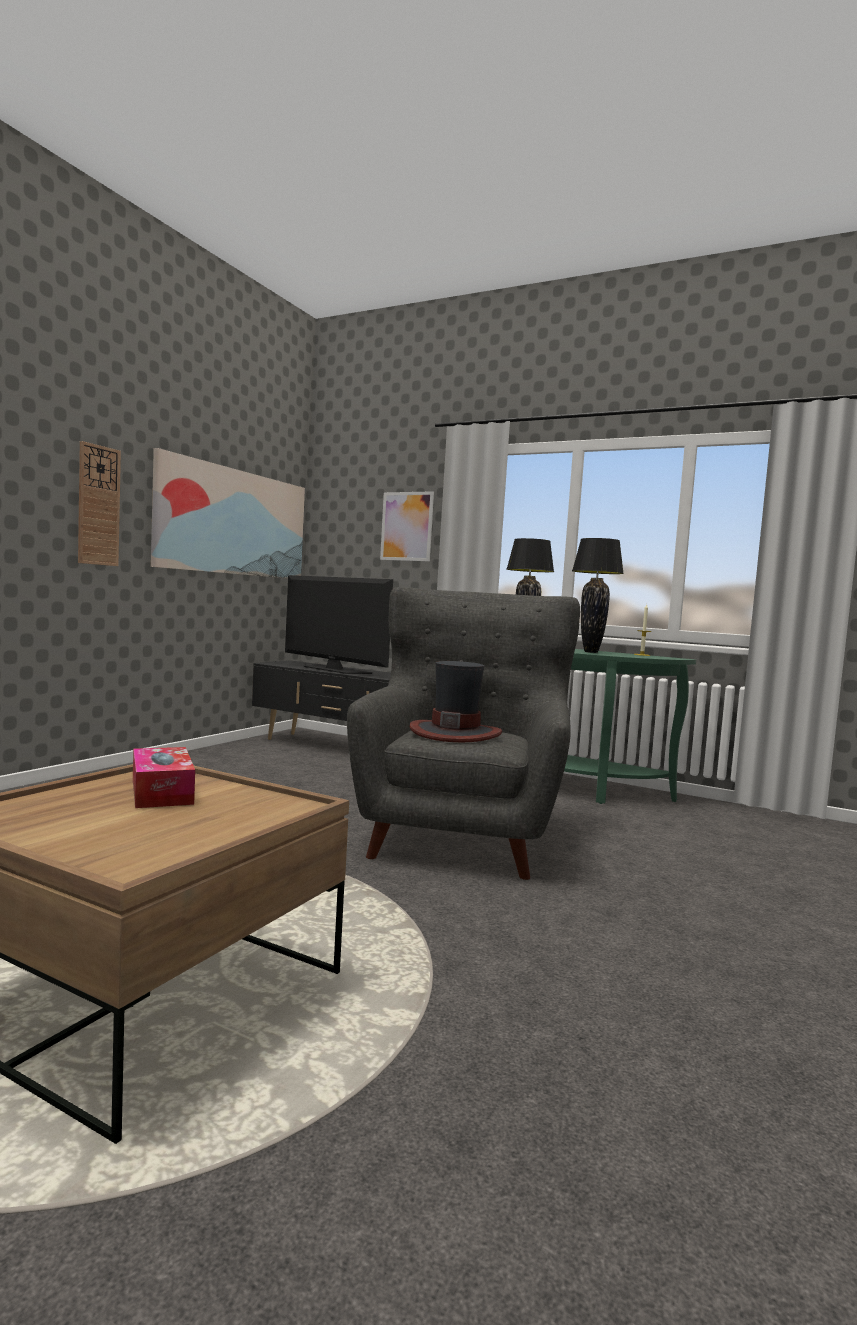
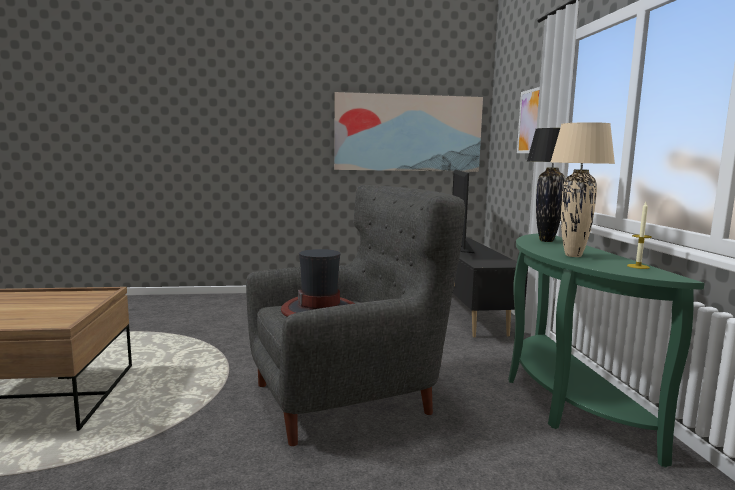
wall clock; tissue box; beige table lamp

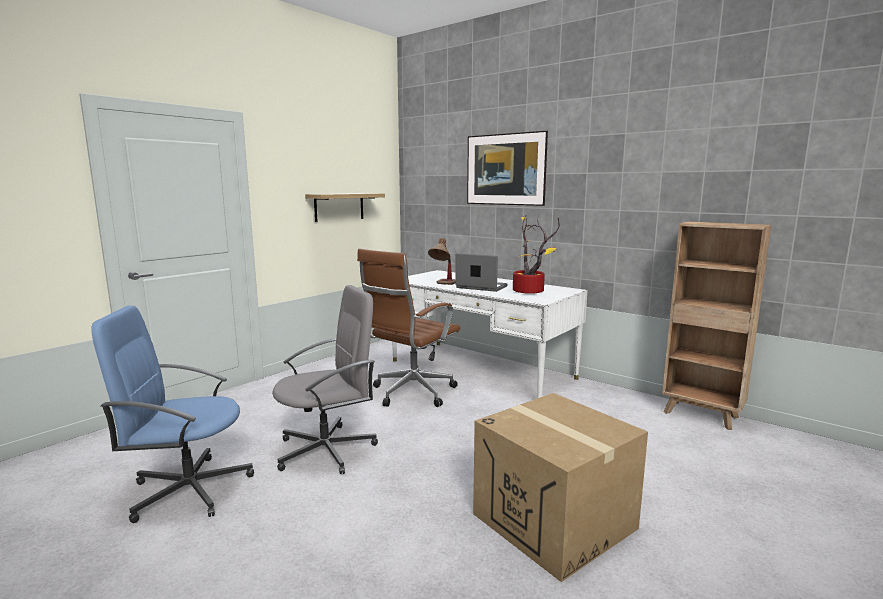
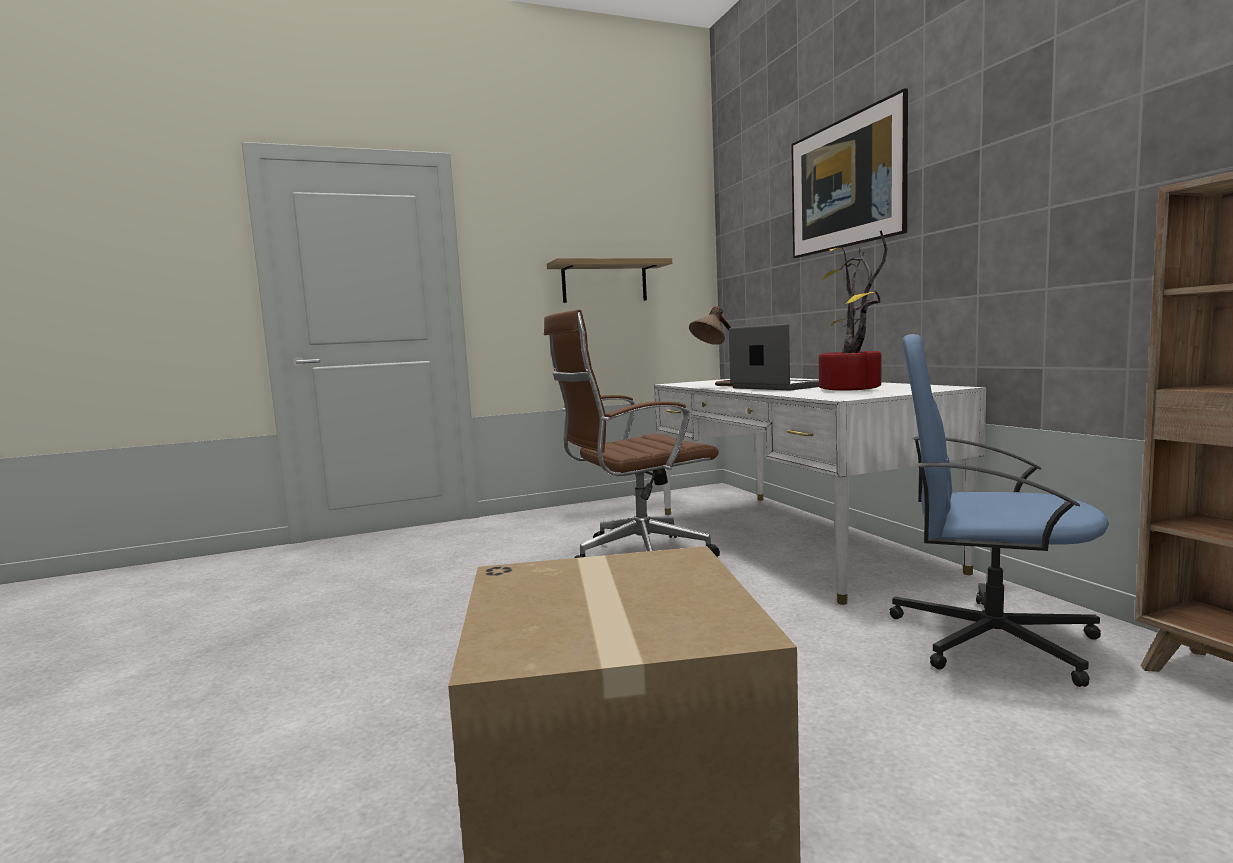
grey office chair; blue office chair

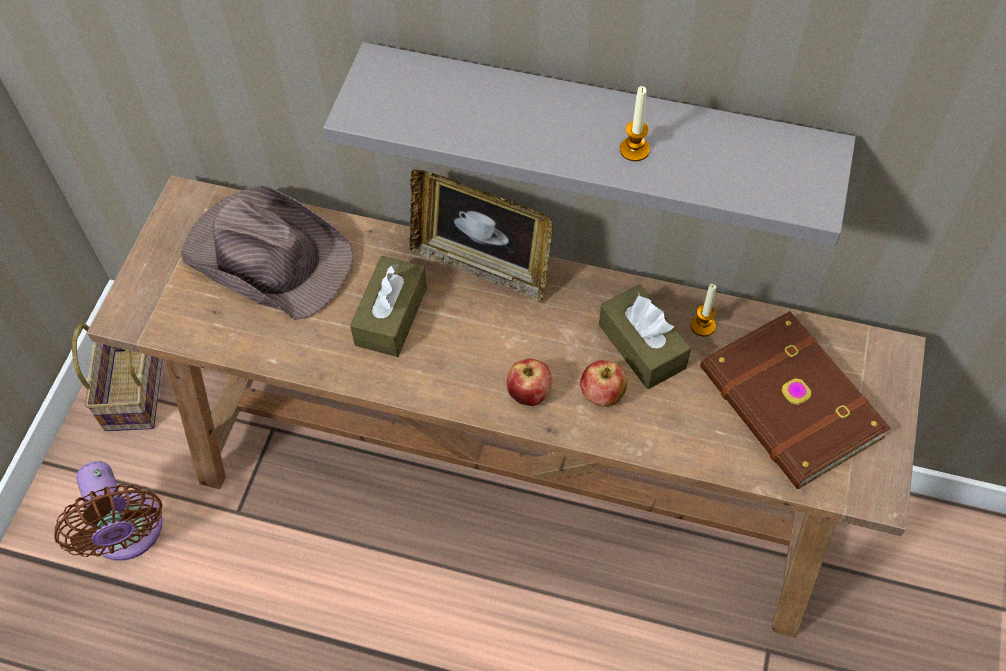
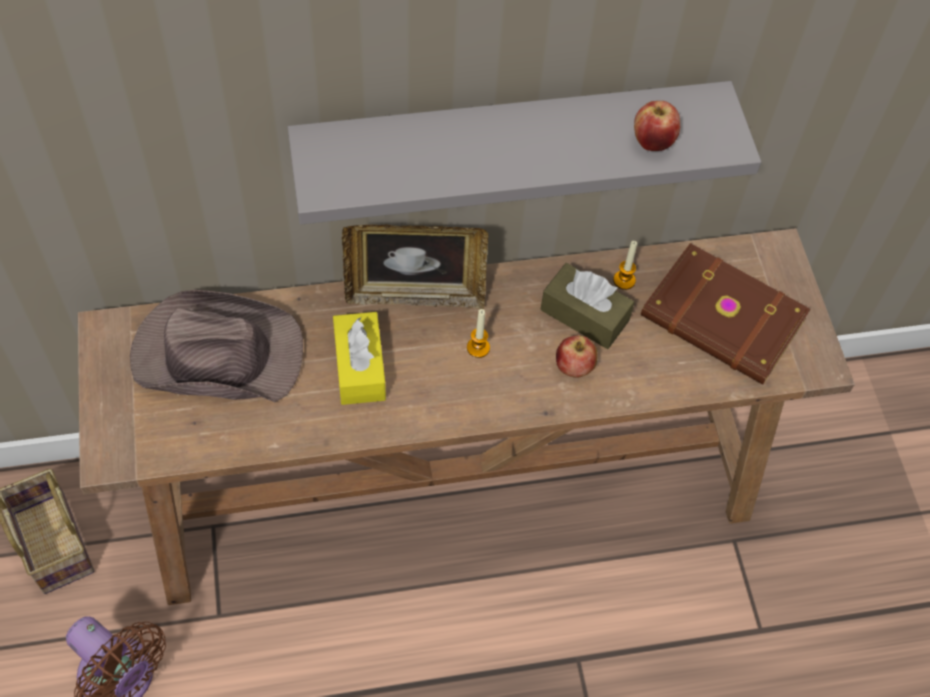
apple (no. 2 from left); candle (no. 1 from left); yellow tissue box

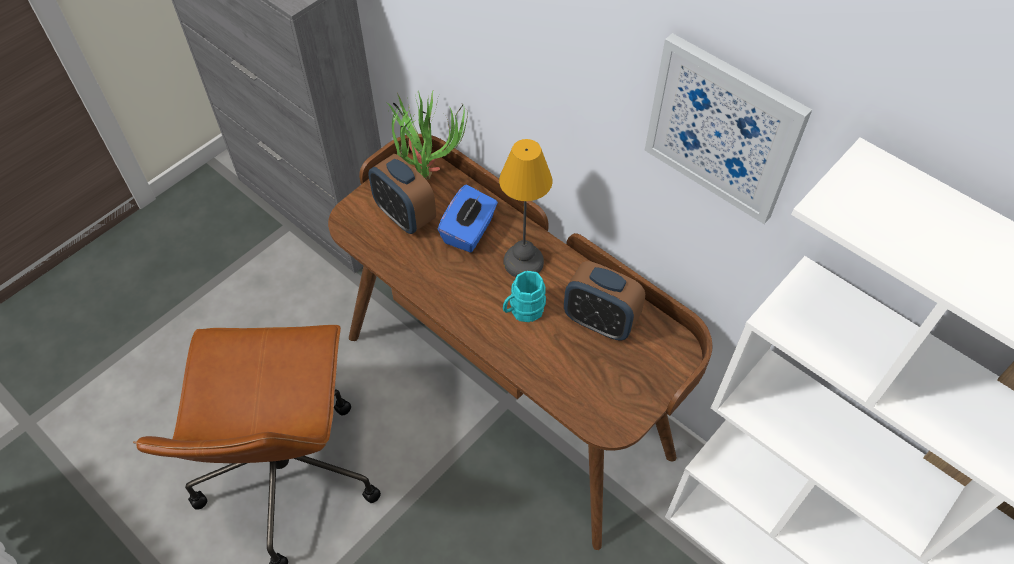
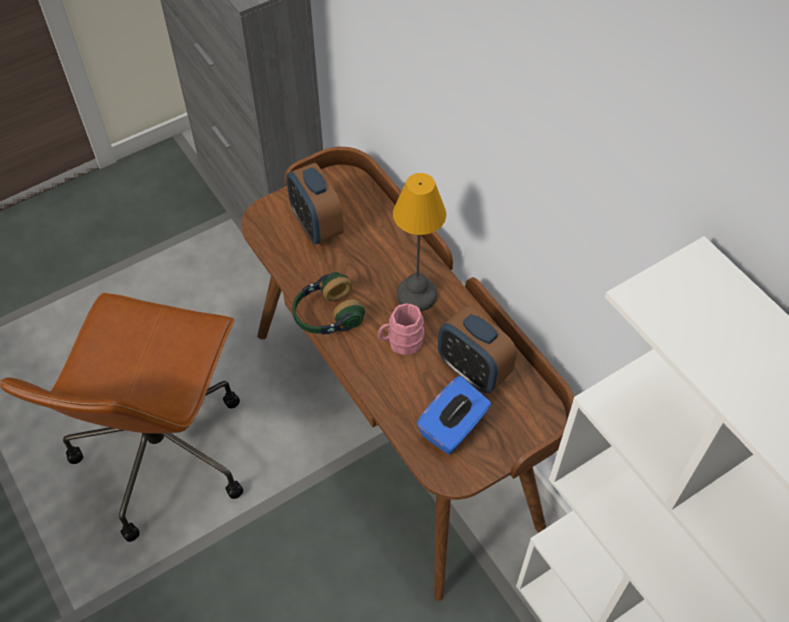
potted plant; picture; headphones; blue tissue box; pink mug

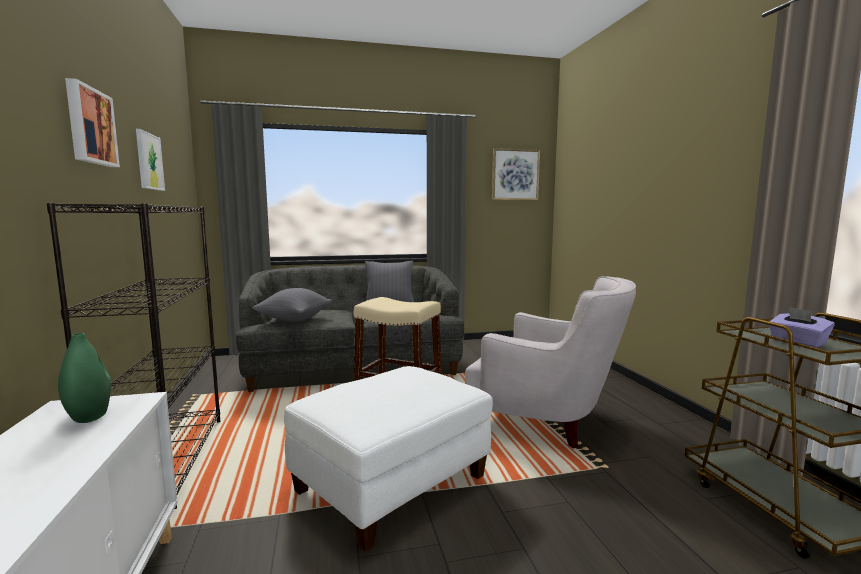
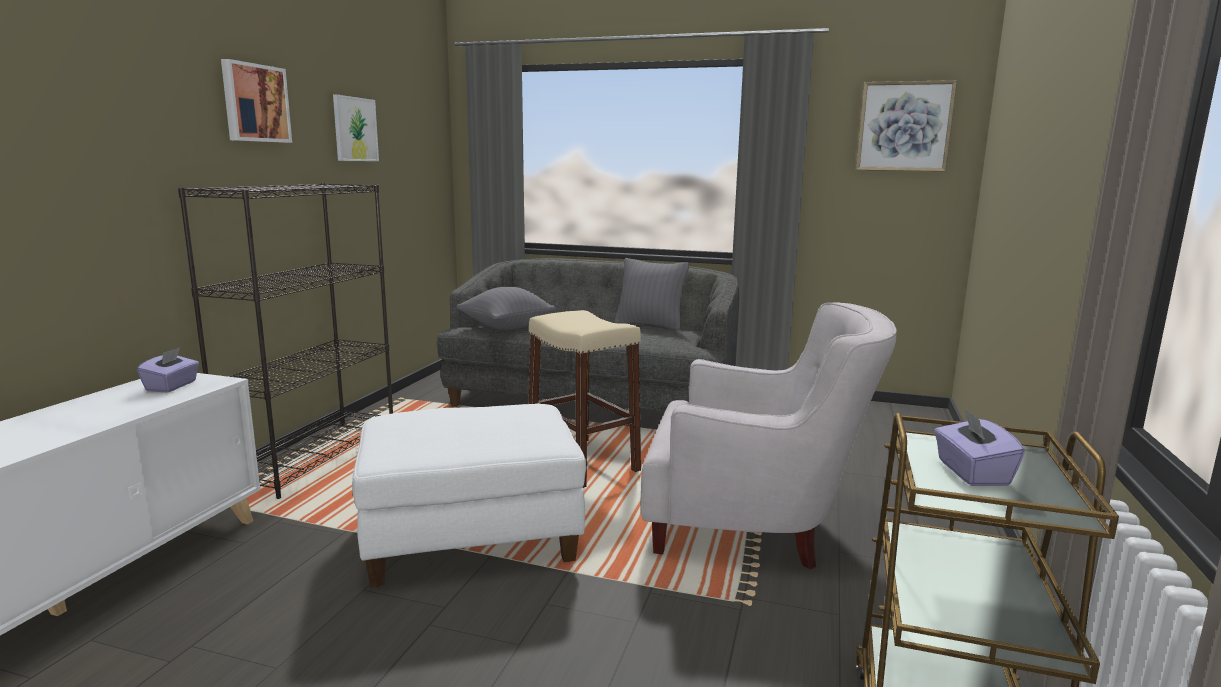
purple tissue box (no. 1 from left); white armchair

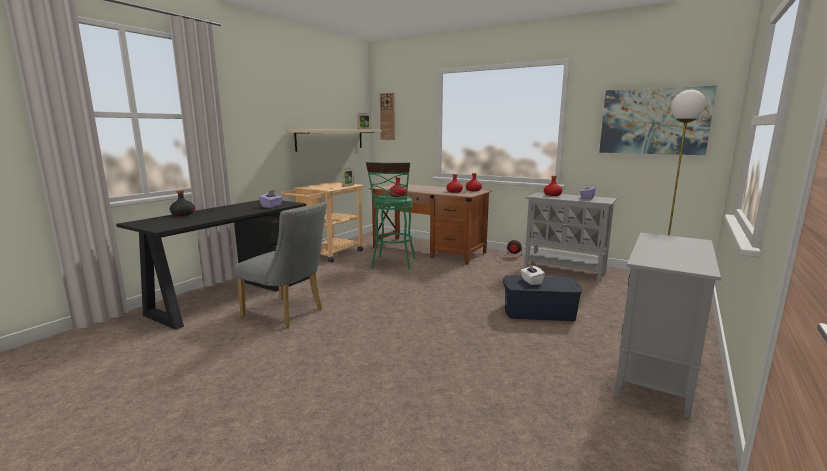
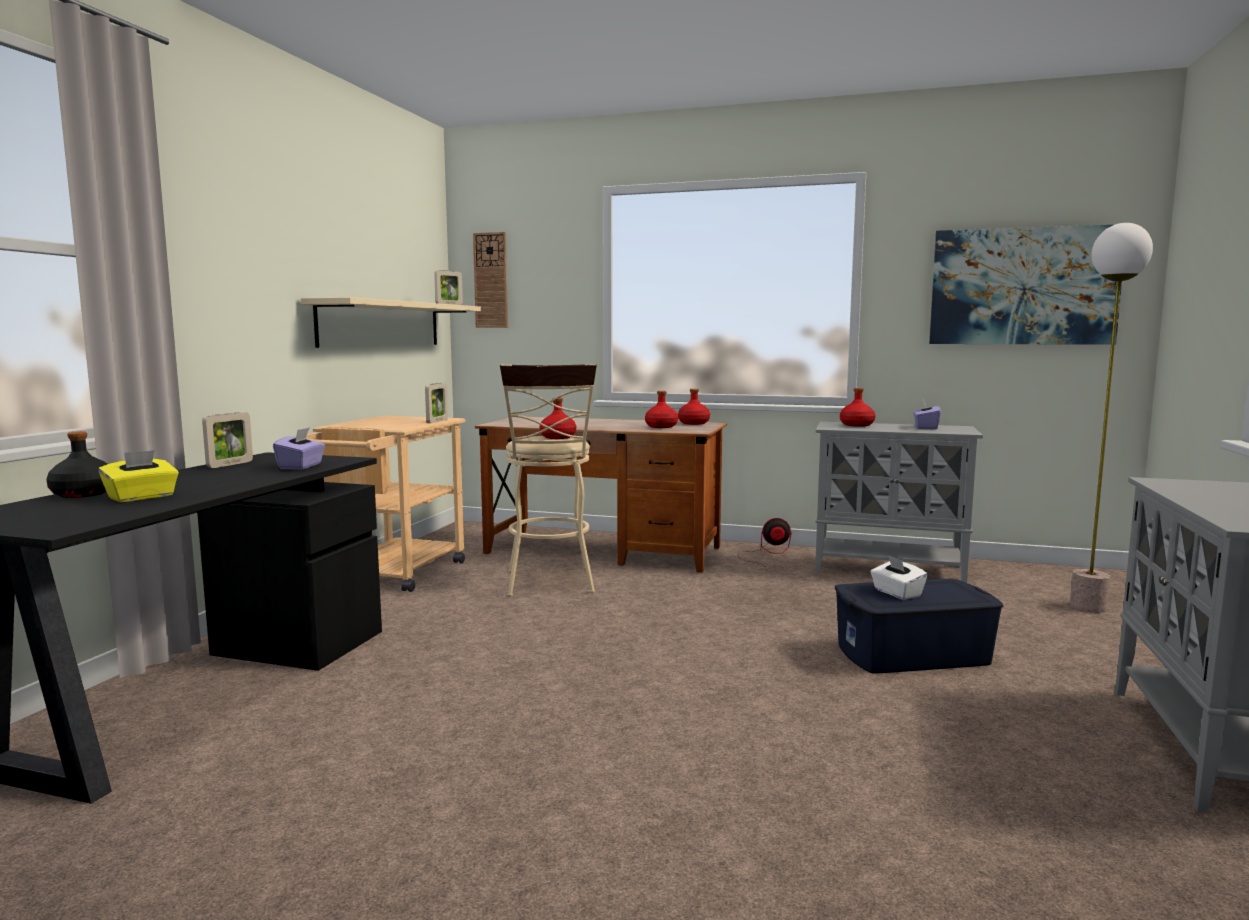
grey chair; yellow tissue box; picture frame (no. 1 from left); beige stool

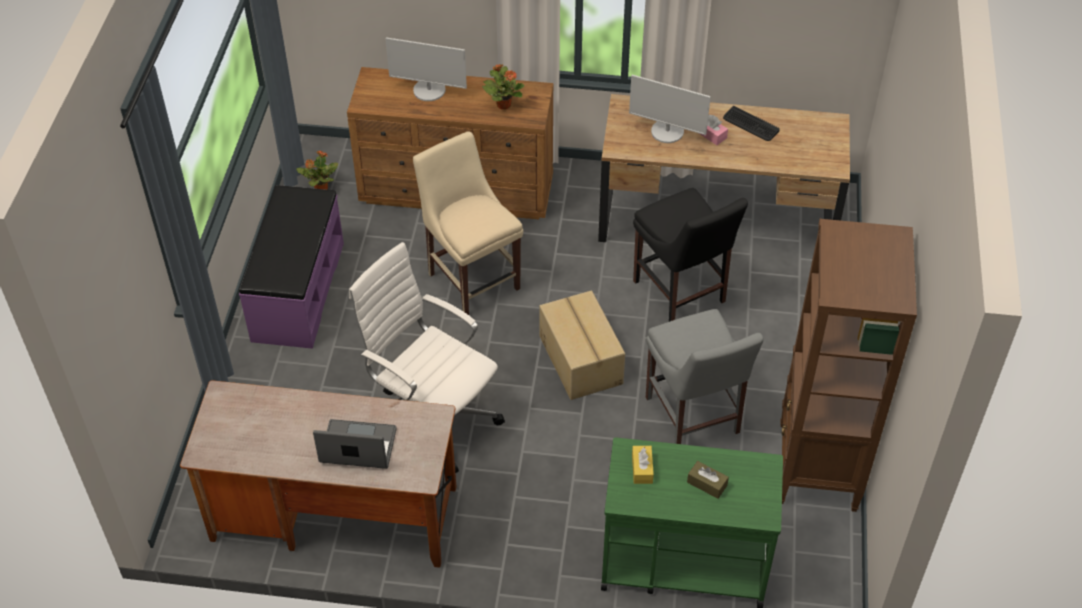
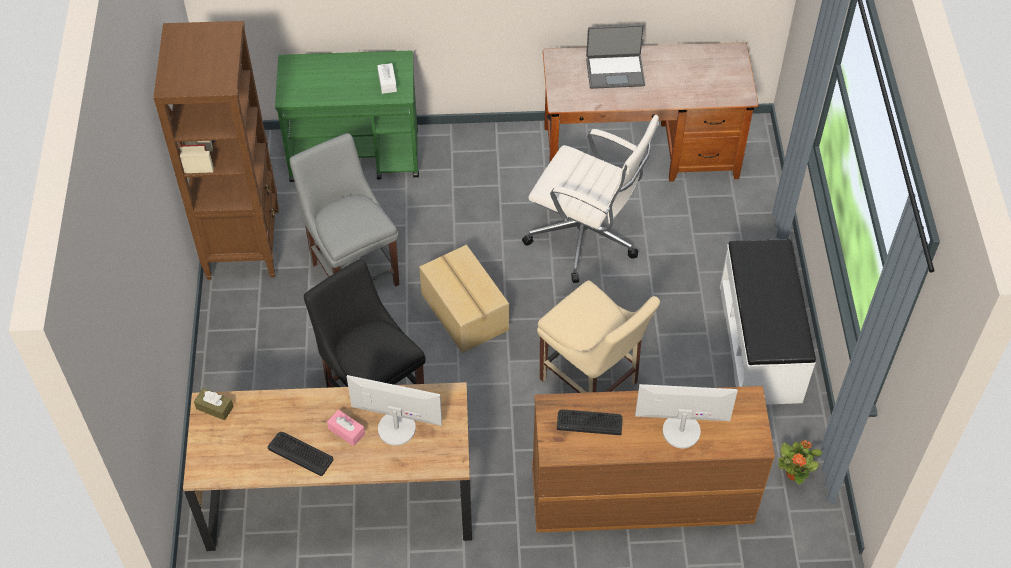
brown tissue box; keyboard (no. 2 from left); white bench; white tissue box

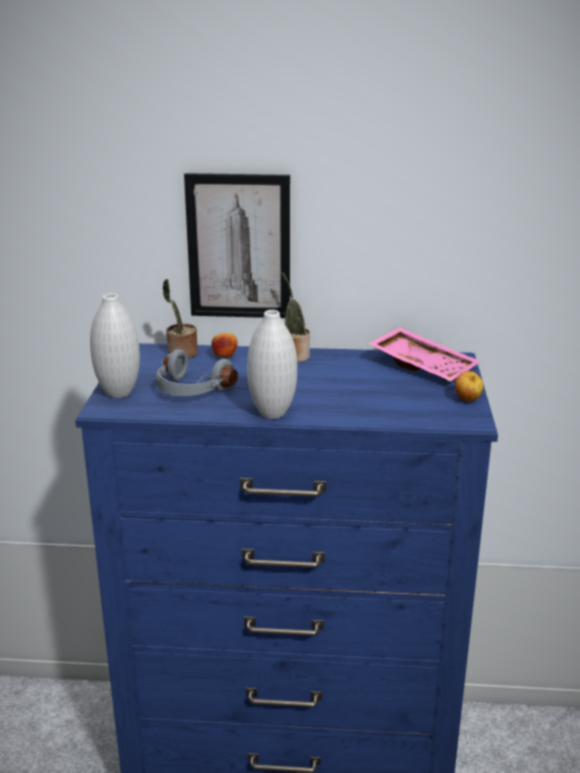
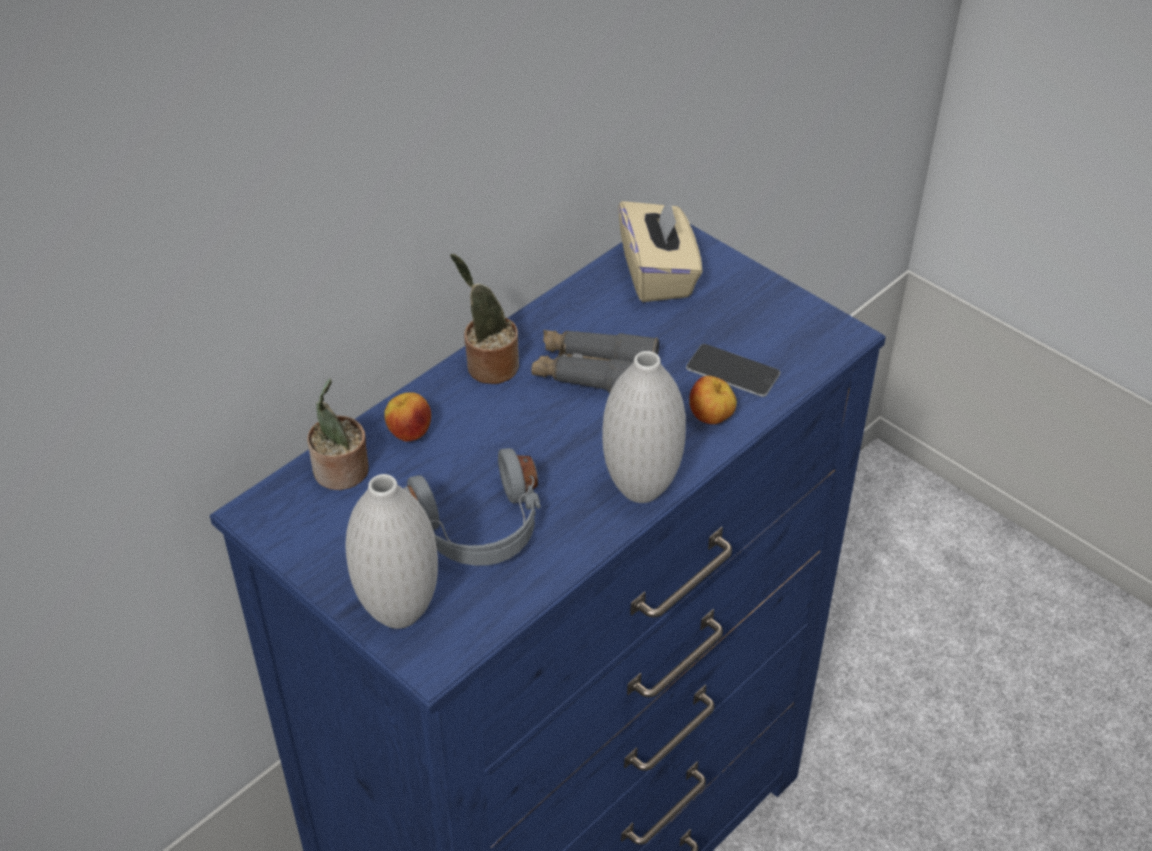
picture; grey binoculars; phone; apple (no. 2 from left); beige tissue box

